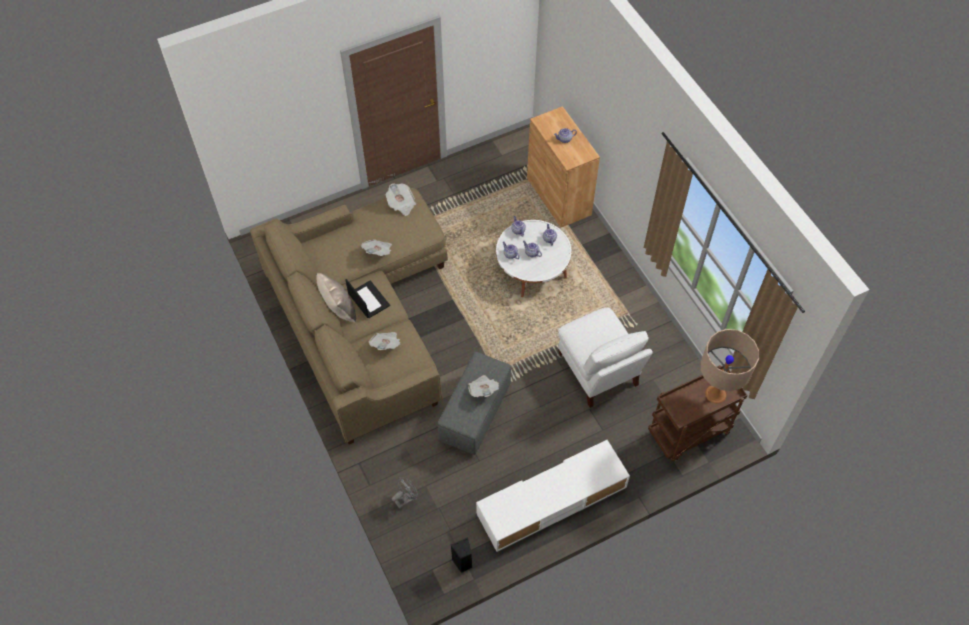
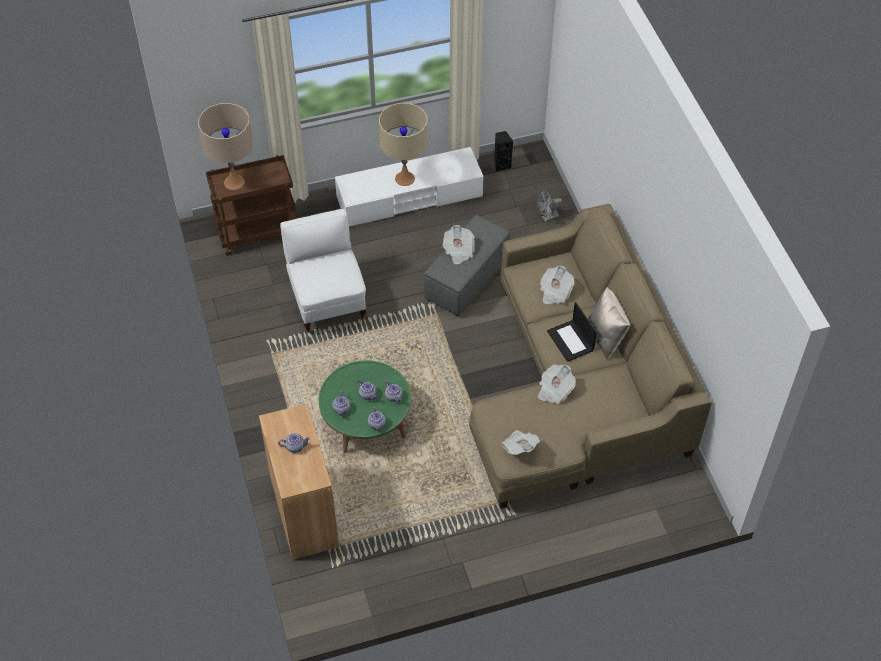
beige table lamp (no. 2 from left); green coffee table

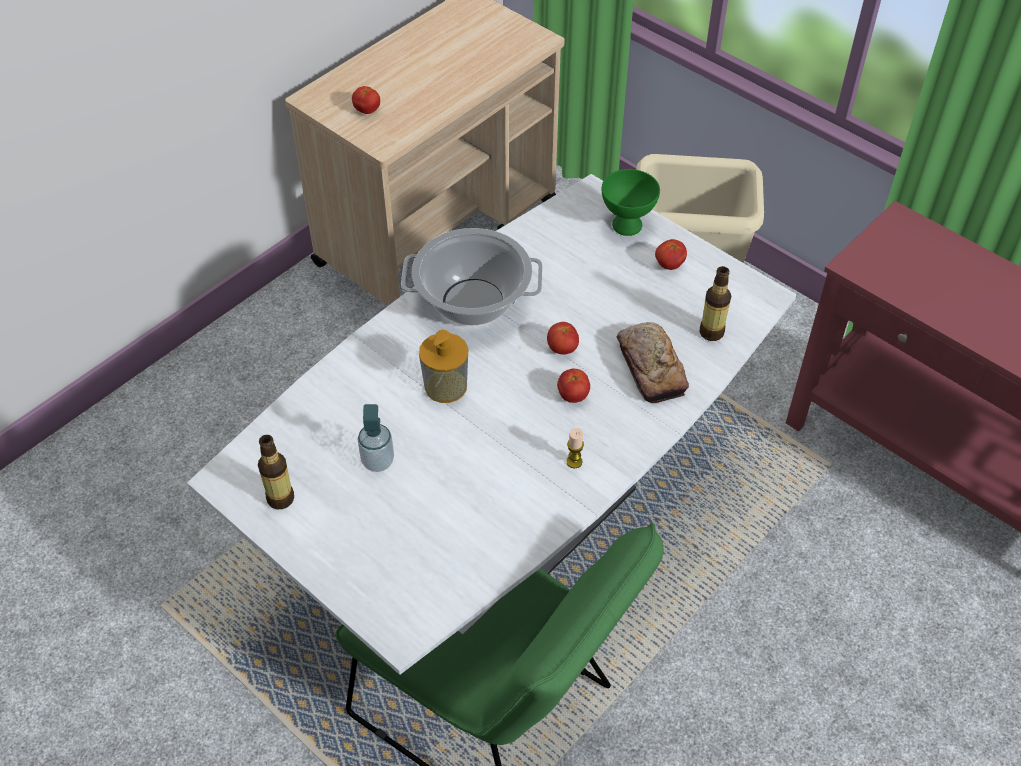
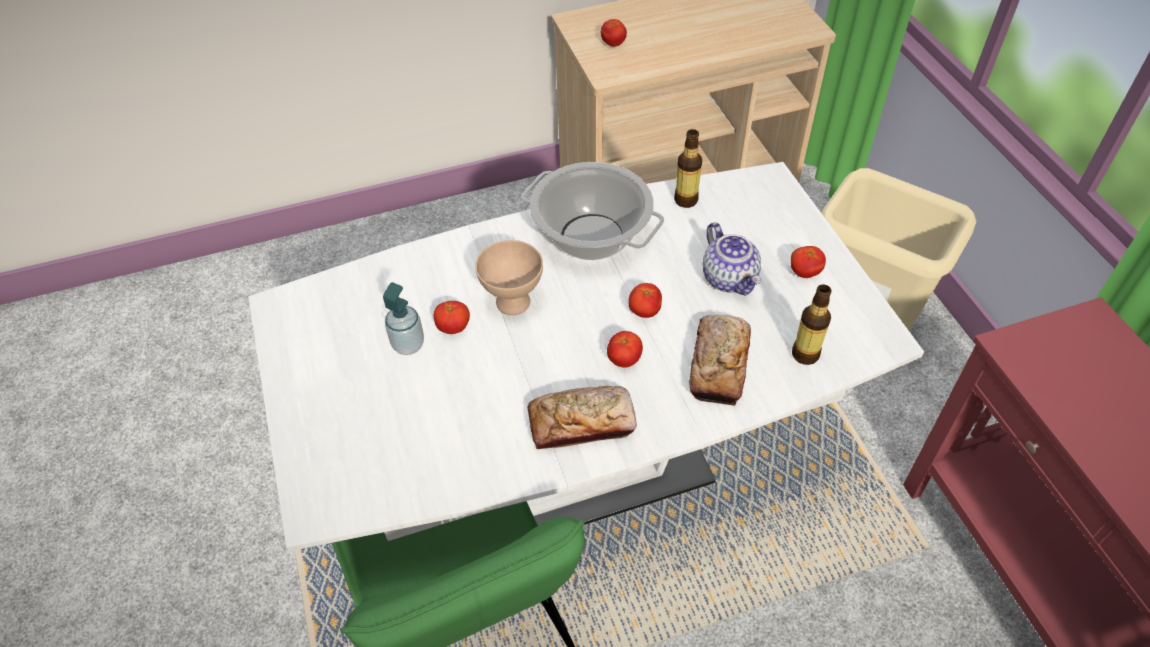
green bowl; tomato (no. 1 from left); teapot; bottle (no. 1 from left); beige bowl; bread (no. 1 from left)

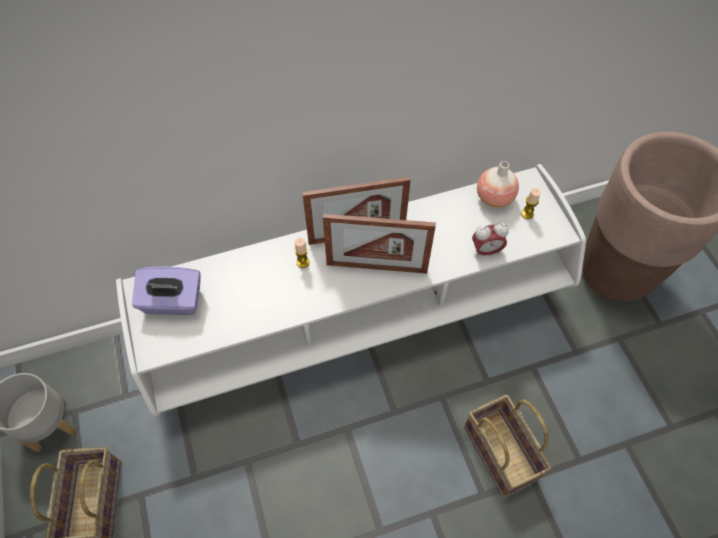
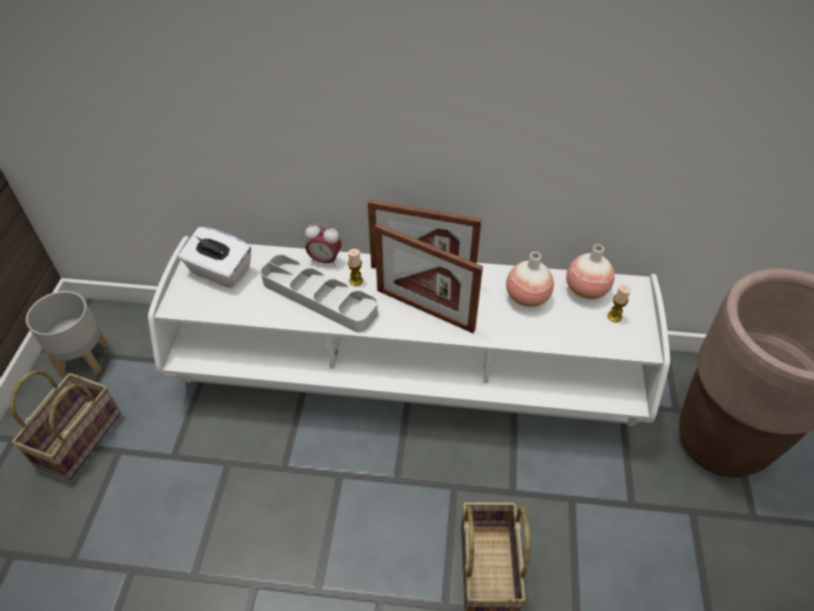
grey tray; vase (no. 1 from left); alarm clock; white tissue box

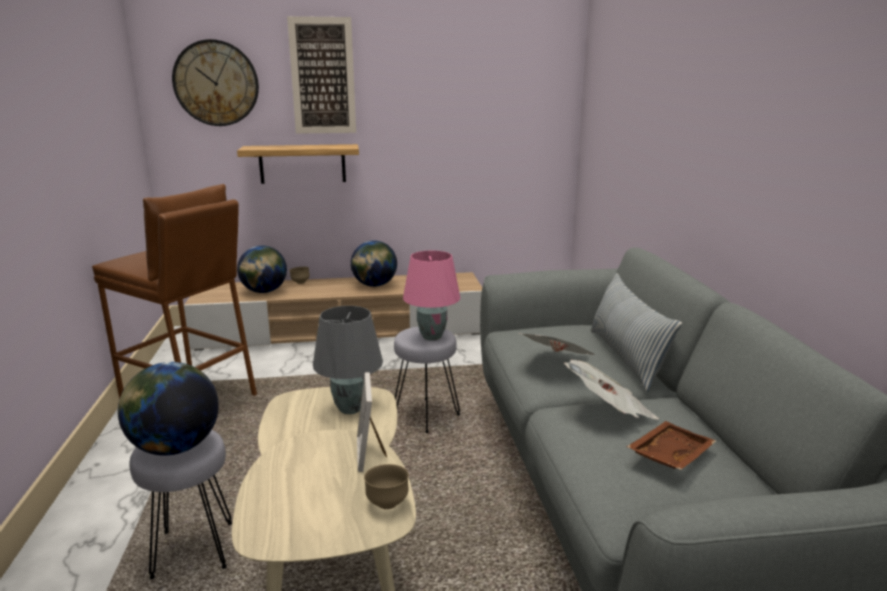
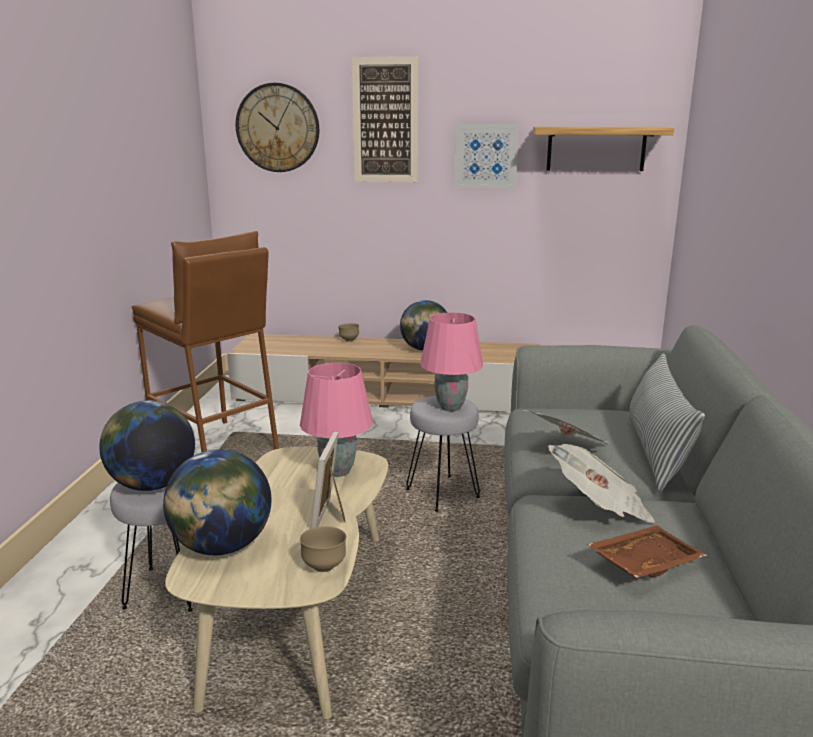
picture (no. 2 from left); shelf; globe (no. 2 from left); pink table lamp (no. 1 from left)

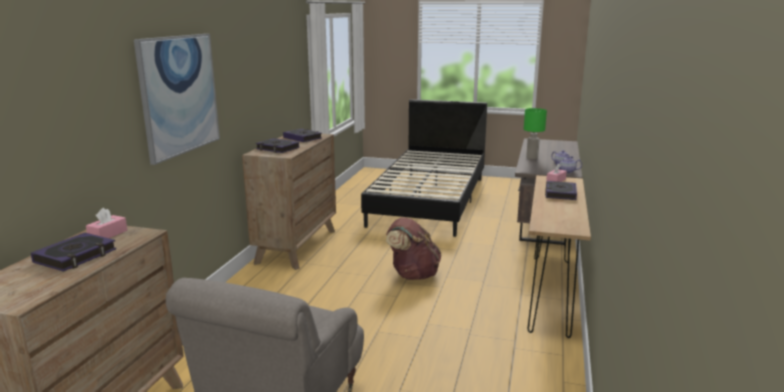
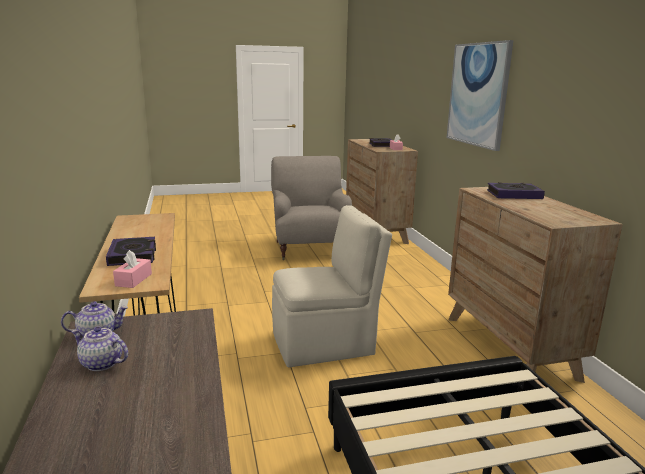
book (no. 3 from left in the first image); green table lamp; beige chair

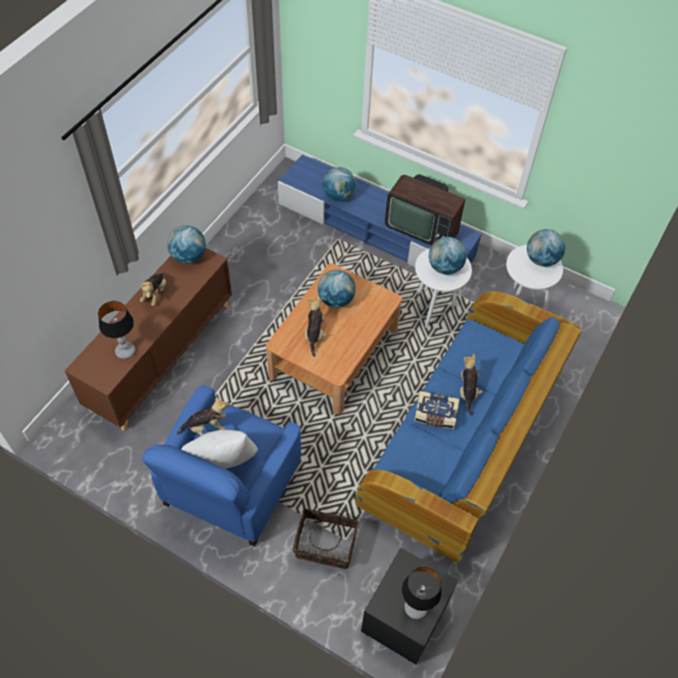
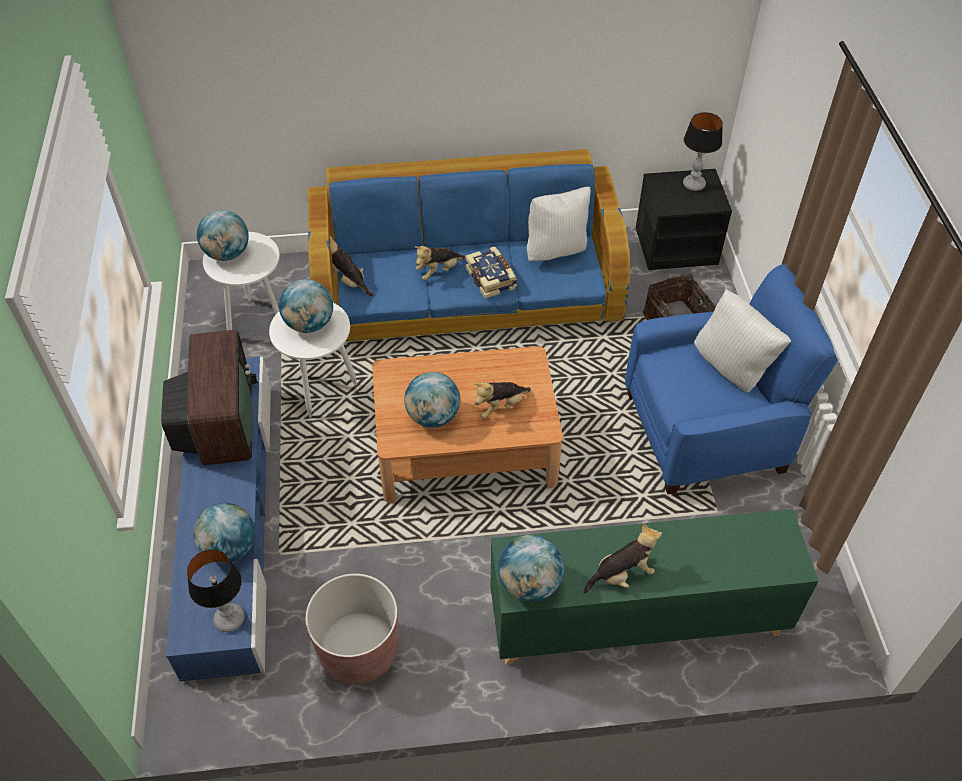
brown planter; white pillow (no. 1 from left); table lamp (no. 1 from left); plush toy (no. 1 from left); green cabinet

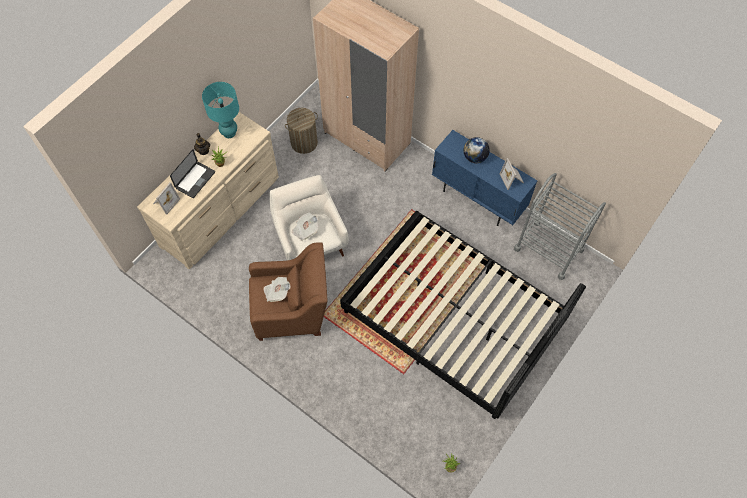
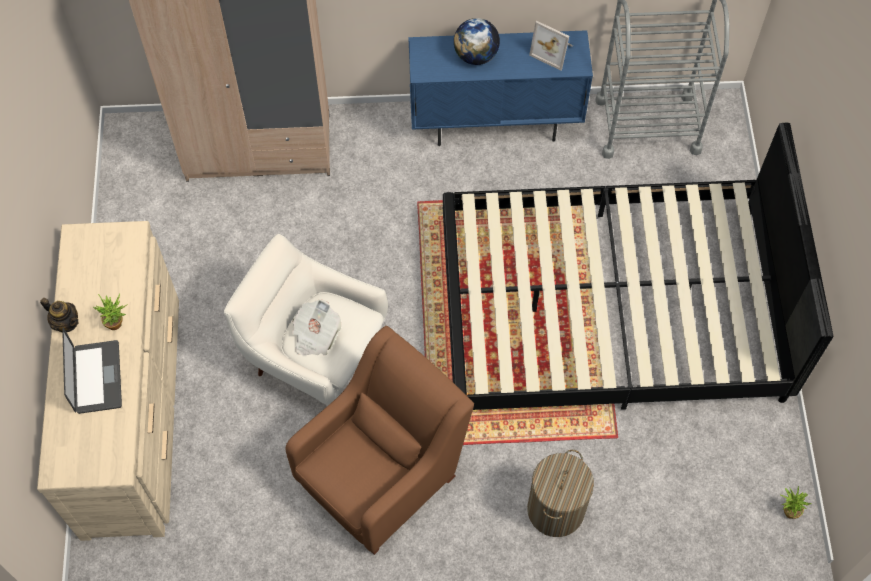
picture frame (no. 1 from left in the first image); turquoise table lamp; newspaper (no. 1 from left in the first image); laundry basket

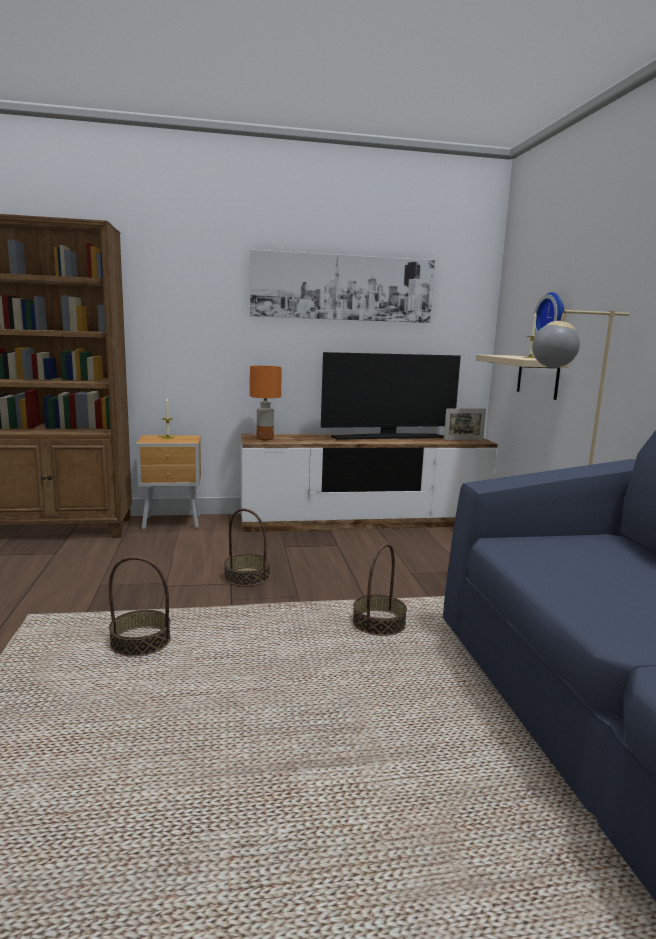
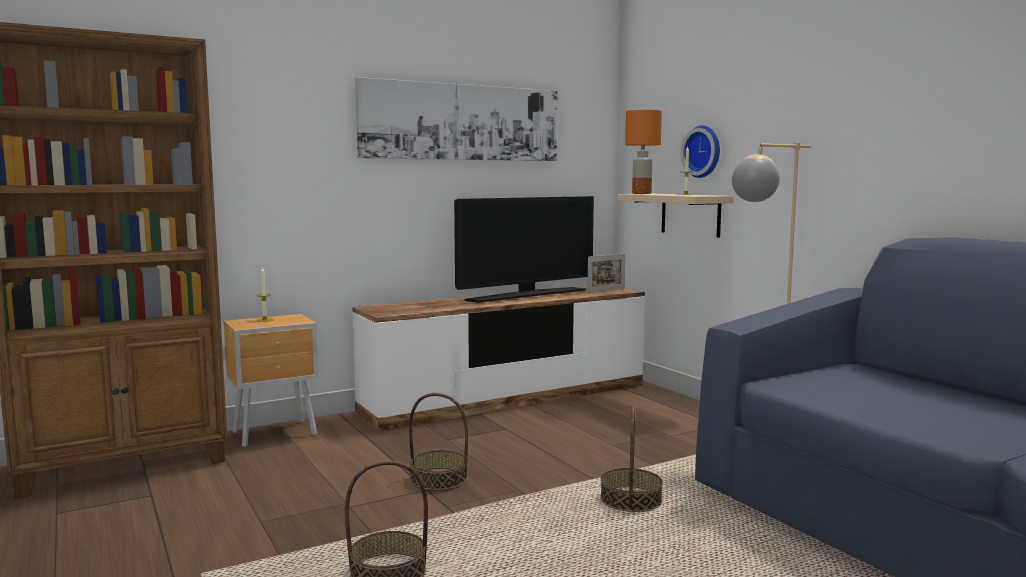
orange table lamp

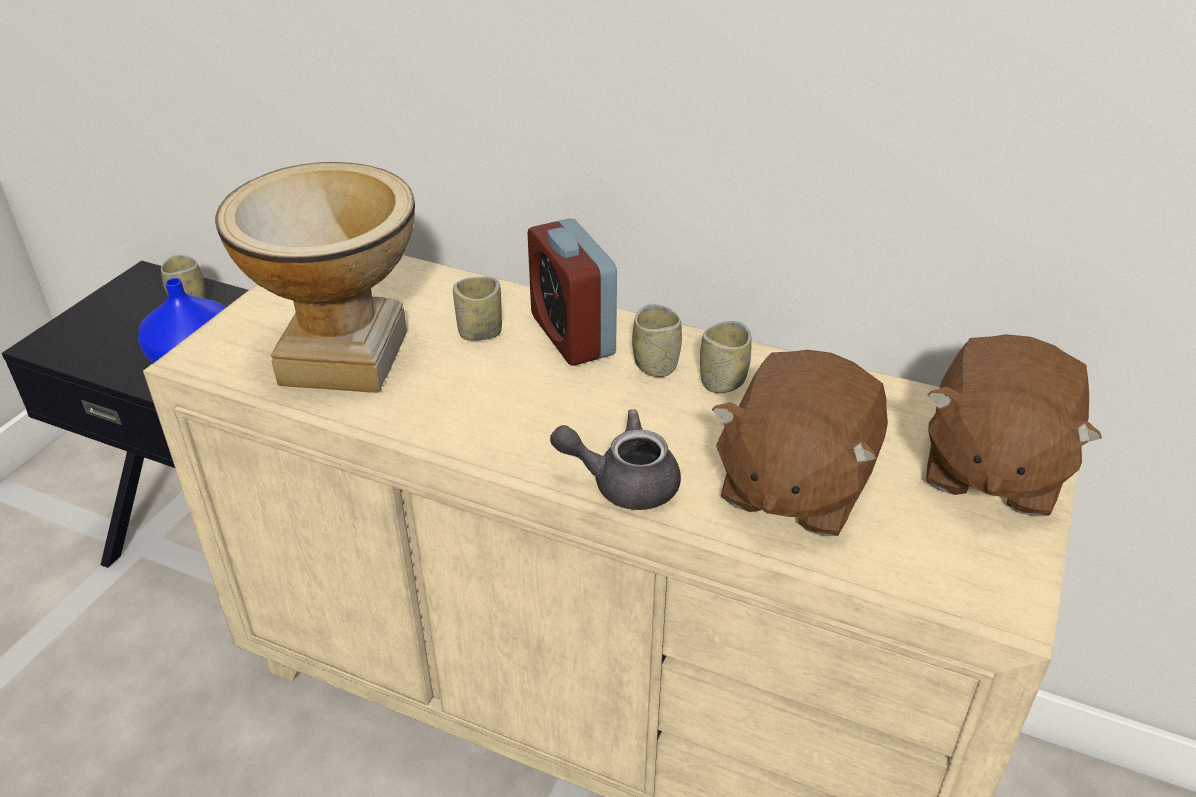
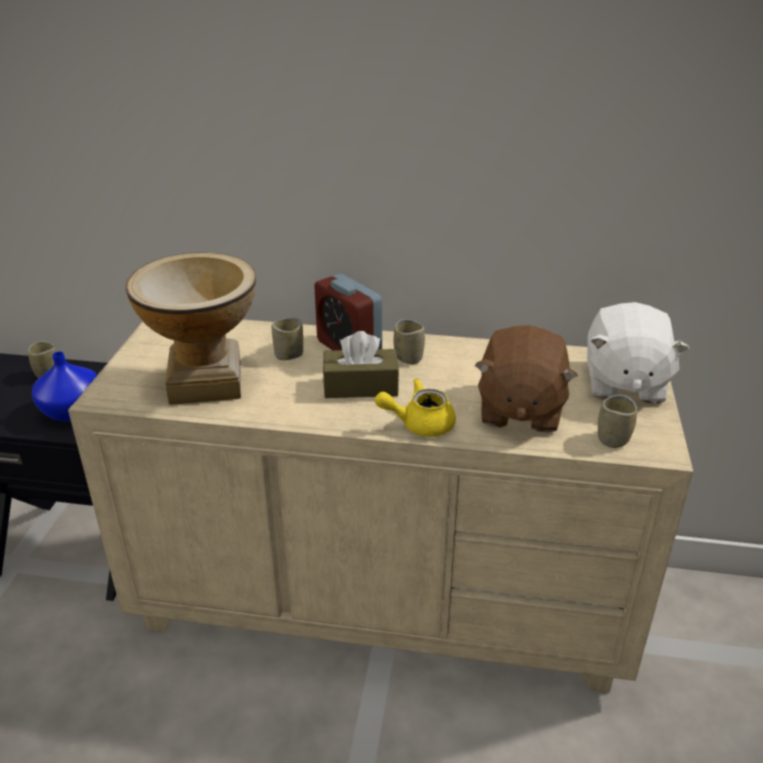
brown tissue box; cup (no. 4 from left); yellow teapot; white plush toy

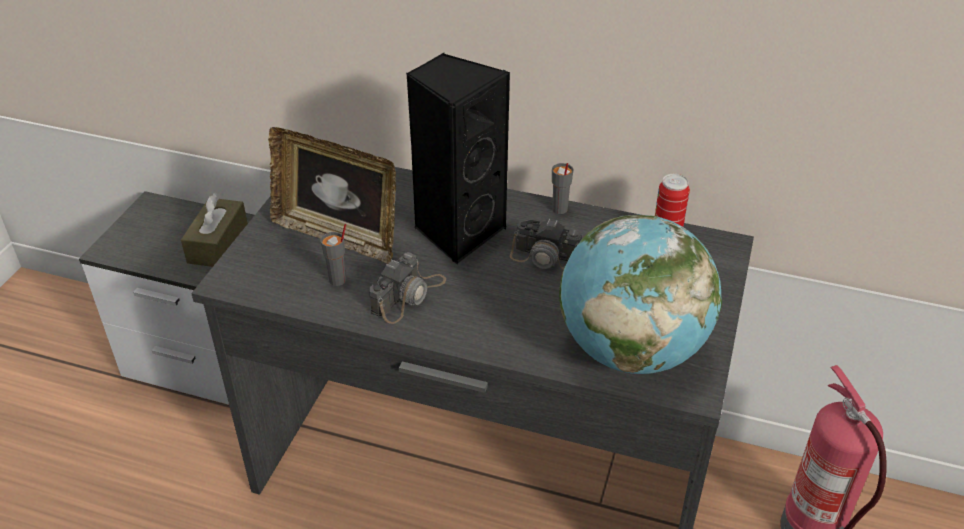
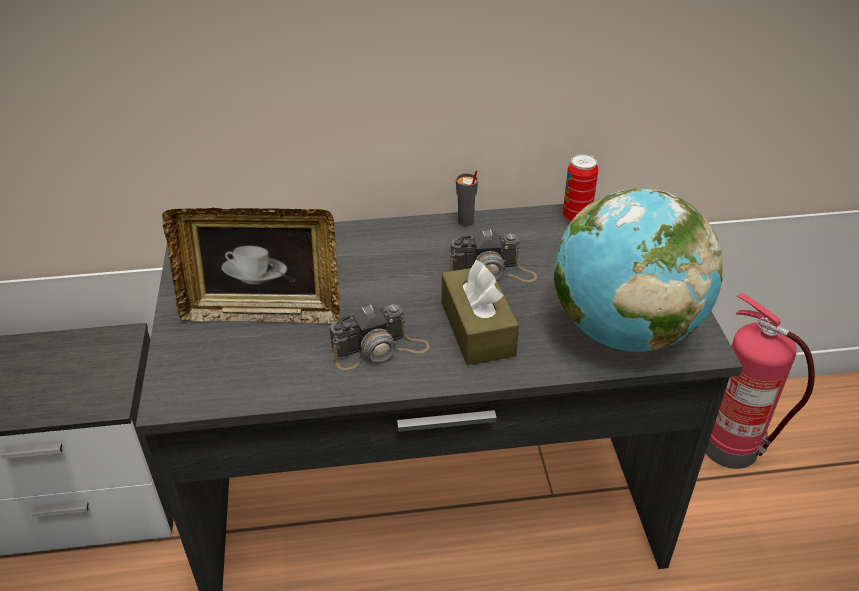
grey cup (no. 1 from left in the first image); black speaker; brown tissue box; photo camera (no. 1 from left)

